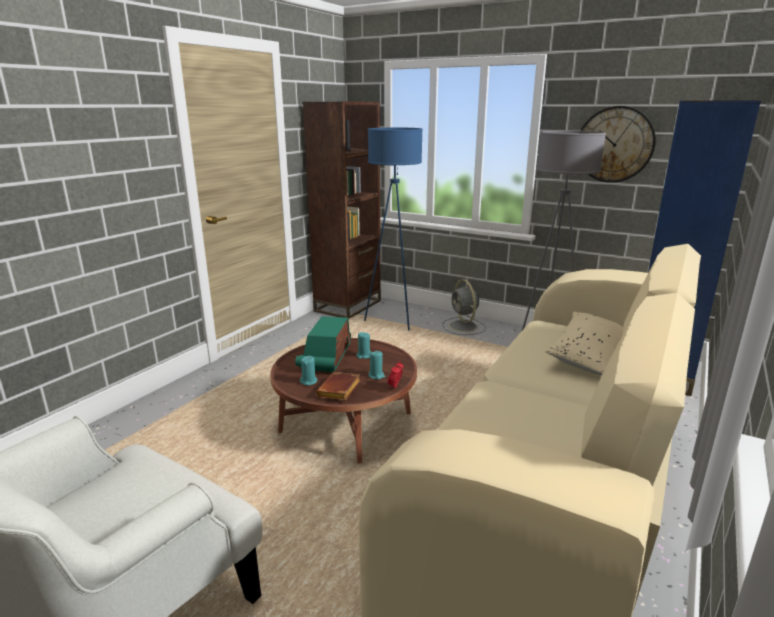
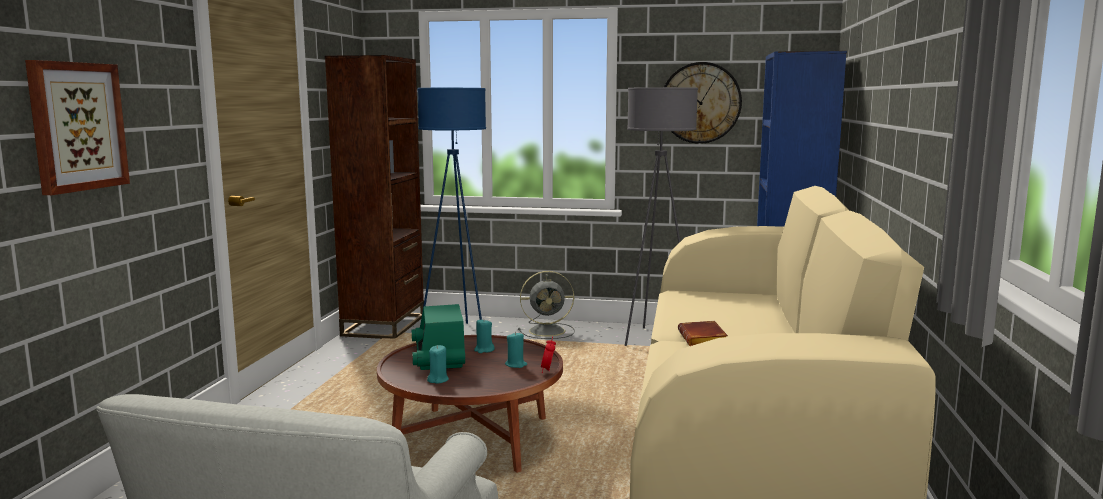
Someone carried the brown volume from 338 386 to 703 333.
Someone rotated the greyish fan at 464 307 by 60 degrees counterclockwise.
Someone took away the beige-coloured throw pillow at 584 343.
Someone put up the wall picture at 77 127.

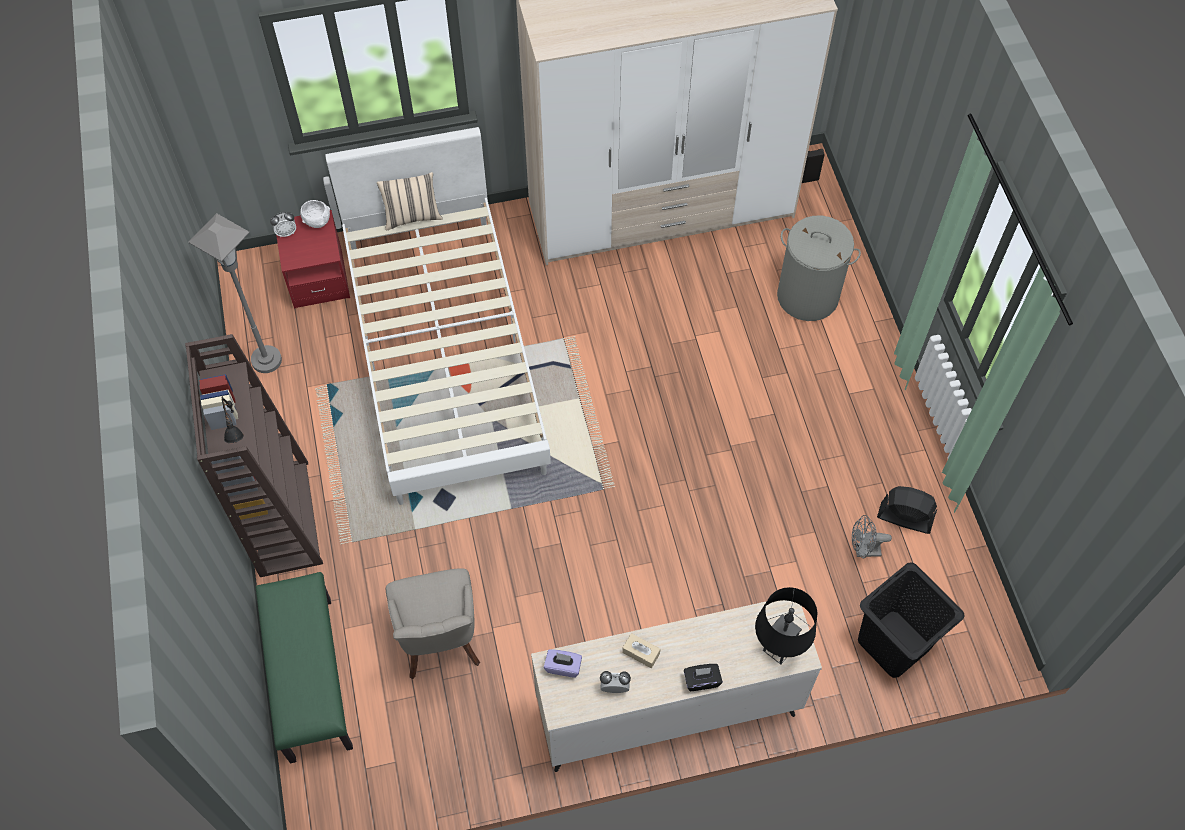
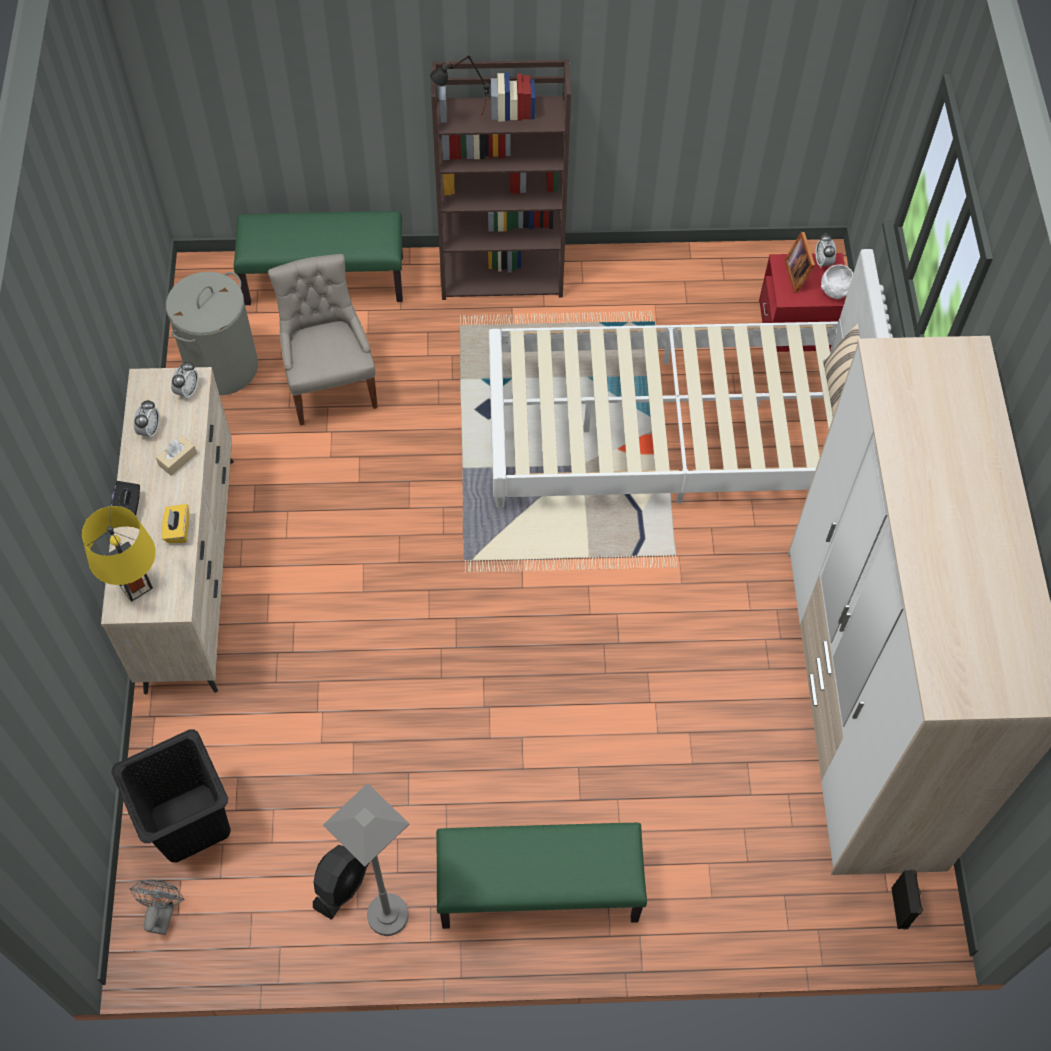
Someone carried the greyish standard lamp from 235 293 to 366 859.
Someone rotated the greyish upright chair at 433 623 by 75 degrees clockwise.
Someone swapped the purple-coloured tissue holder at 563 663 for the bedside clock at 185 380.
Someone repainted the black-coloured lamp for a table at 786 625, which became the yellow-coloured lamp for a table at 119 554.
Someone carried the greyish laundry basket from 819 268 to 212 333.
Someone carried the greyish fan from 872 536 to 156 907.
Someone put down the yellow-coloured tissue holder at 175 523.
Someone put down the greenish indoor bench at 541 876.
Someone put down the photo frame at 799 262.

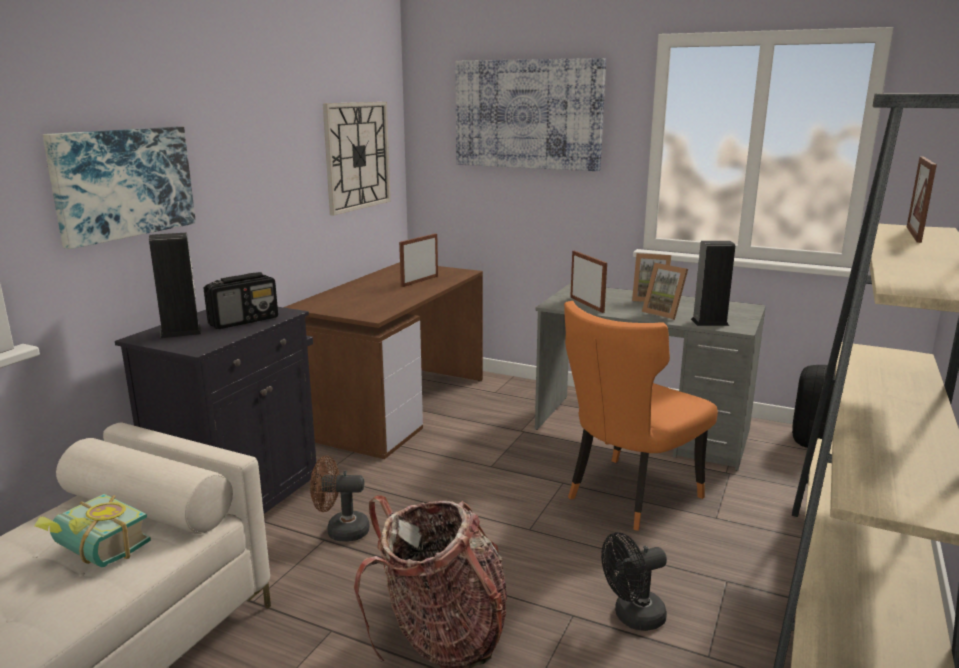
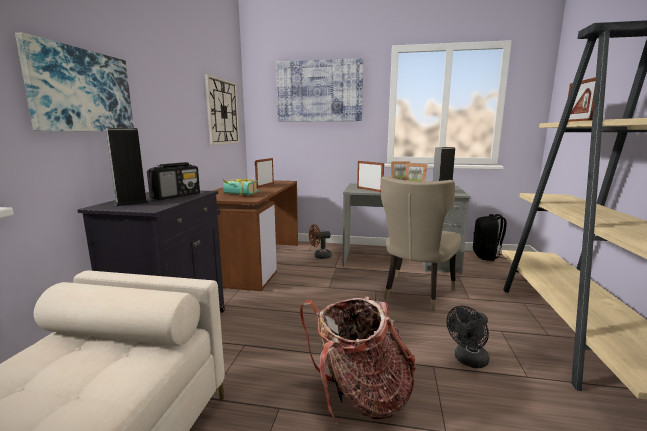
Someone carried the volume from 93 530 to 240 186.
Someone carried the brown fan from 339 498 to 320 241.
Someone repainted the orange upright chair at 641 416, which became the beige-coloured upright chair at 421 243.

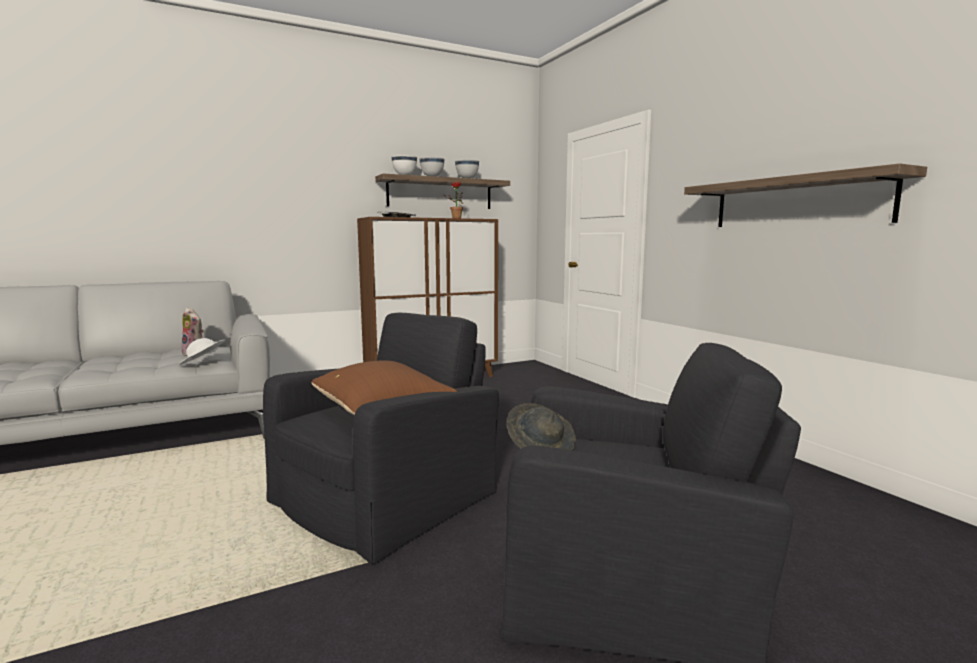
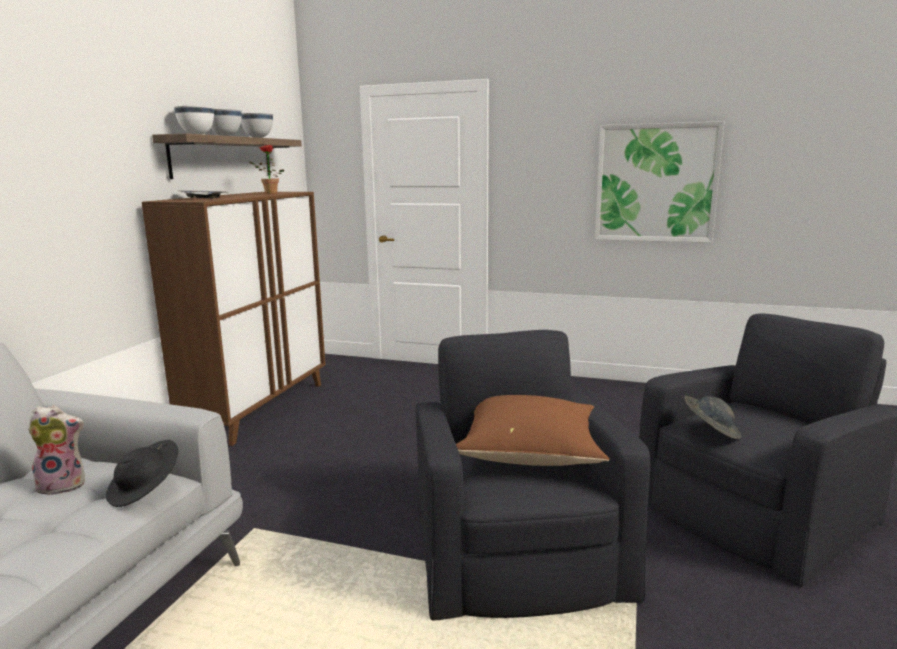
Someone repainted the white-coloured wearable hat at 202 351, which became the black-coloured wearable hat at 142 473.
Someone swapped the shelf at 805 195 for the wall picture at 659 182.

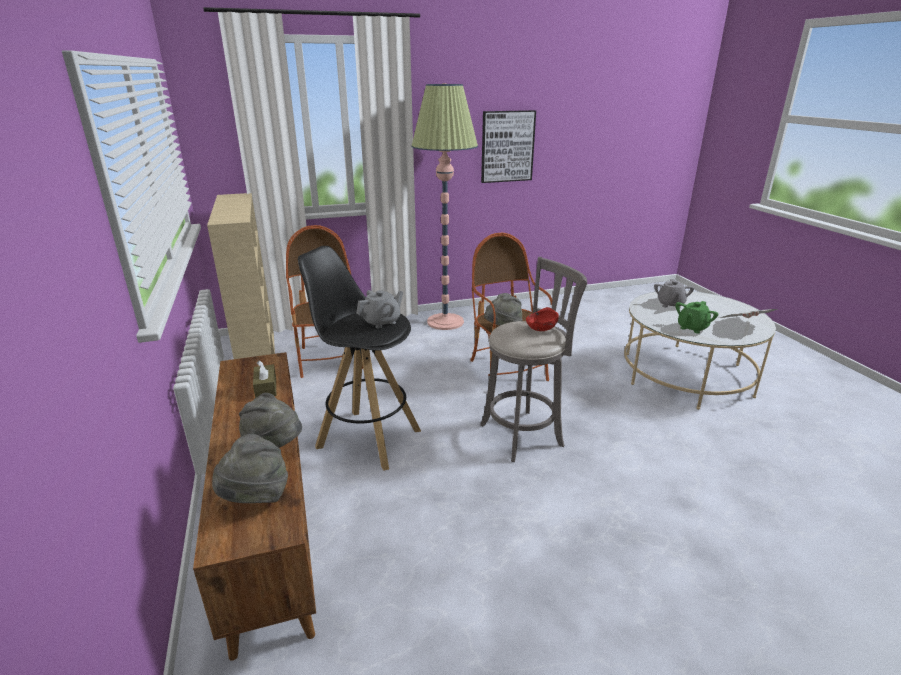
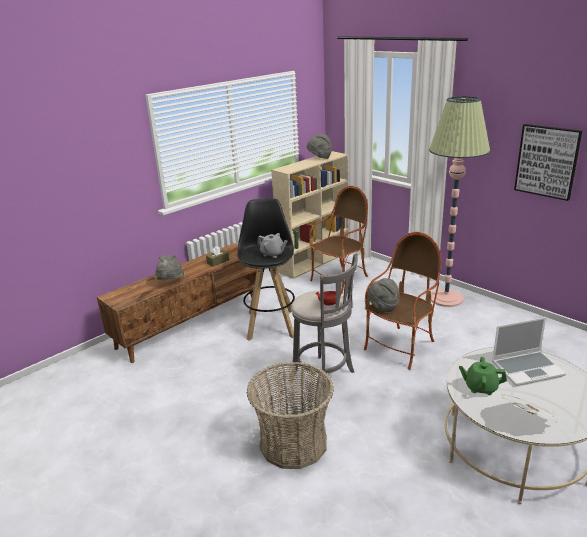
Someone carried the greyish wearable hat from 250 468 to 319 146.
Someone swapped the greyish teapot at 674 293 for the laptop at 529 351.
Someone put down the storage basket at 290 415.

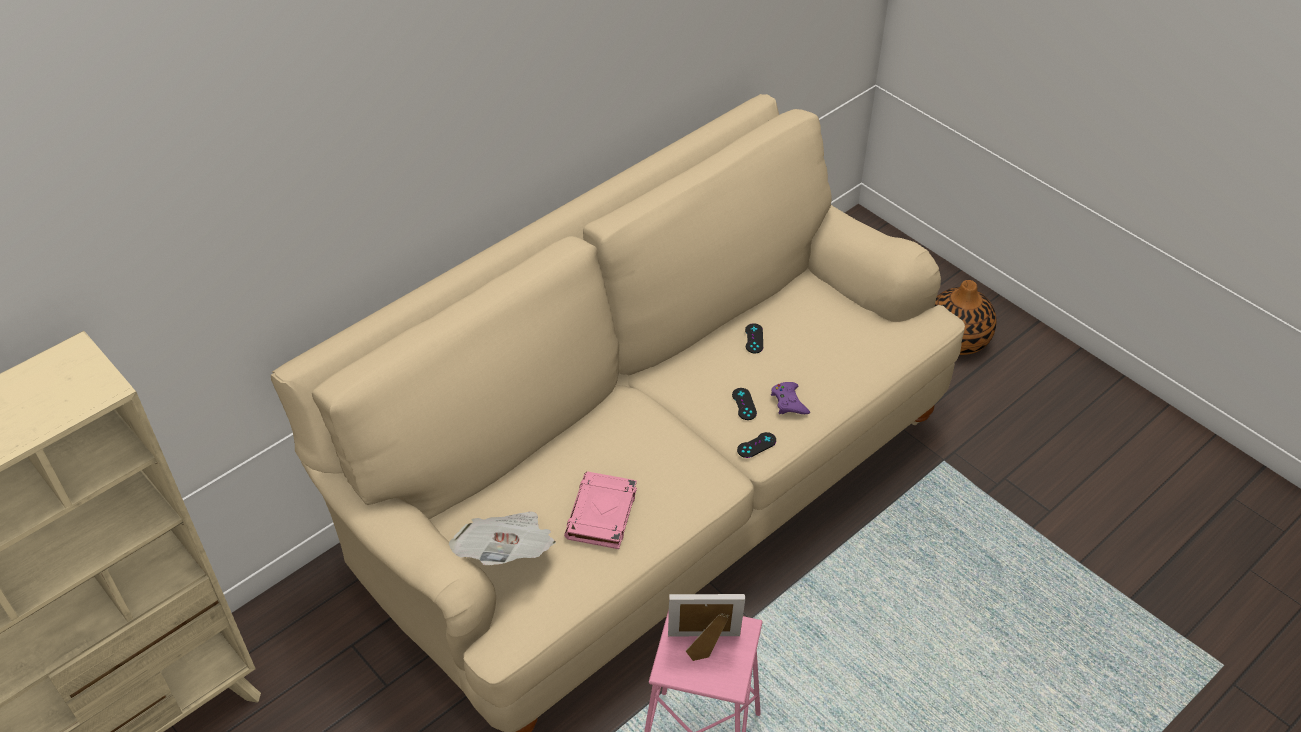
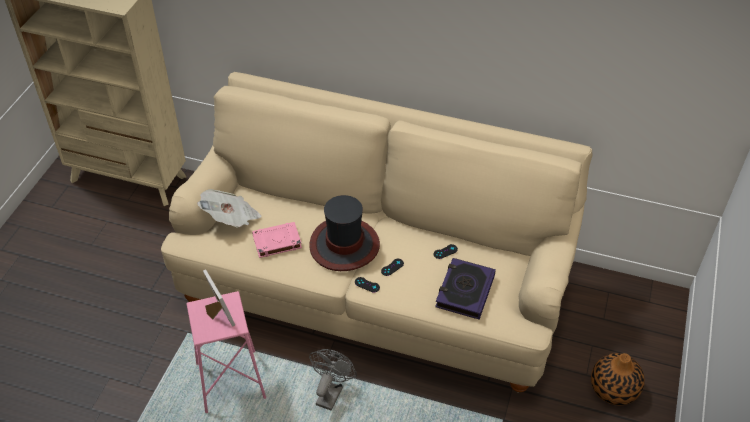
Someone took away the purple-coloured game controller at 790 398.
Someone put down the wearable hat at 344 233.
Someone put down the greyish fan at 333 380.
Someone put down the volume at 465 289.

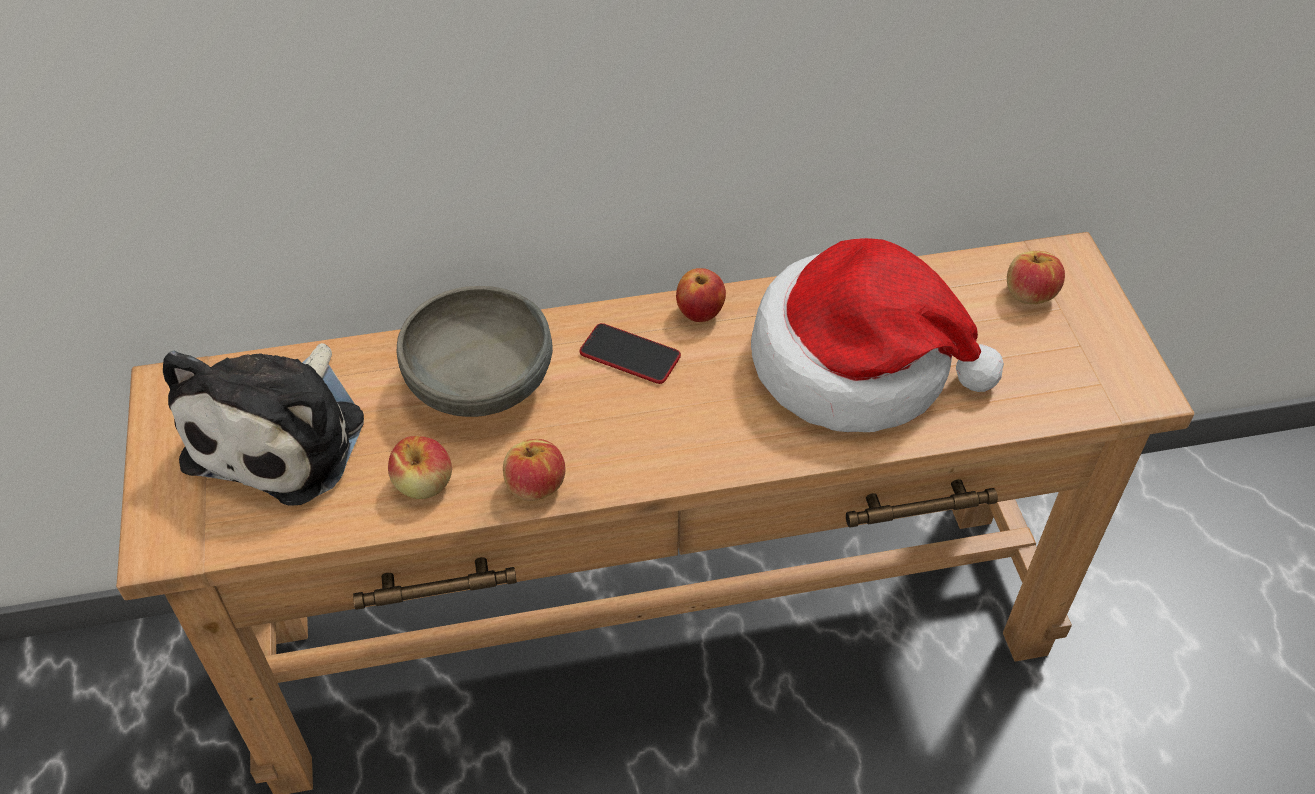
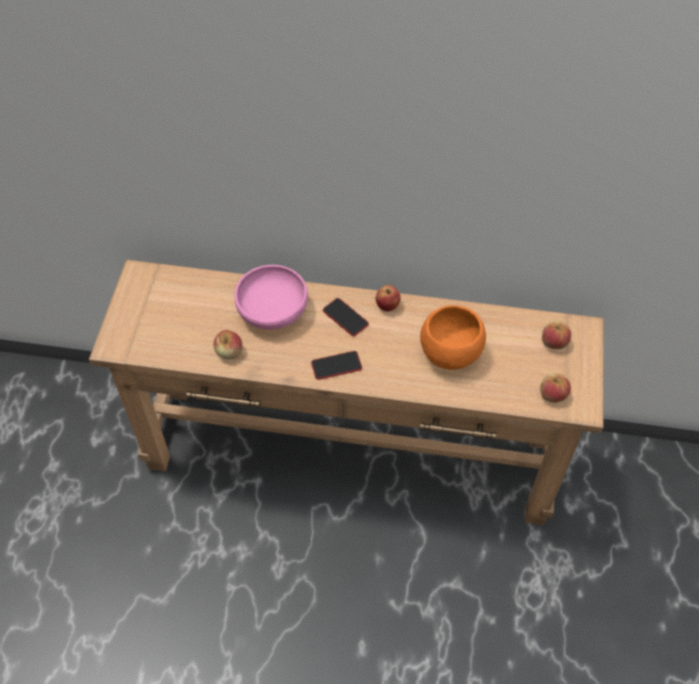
Someone took away the plush toy at 263 424.
Someone repainted the greyish bowl at 474 351, which became the pink-coloured bowl at 271 297.
Someone carried the whole apple from 534 470 to 555 388.
Someone swapped the wearable hat at 877 335 for the orange bowl at 453 337.
Someone put down the phone at 336 365.

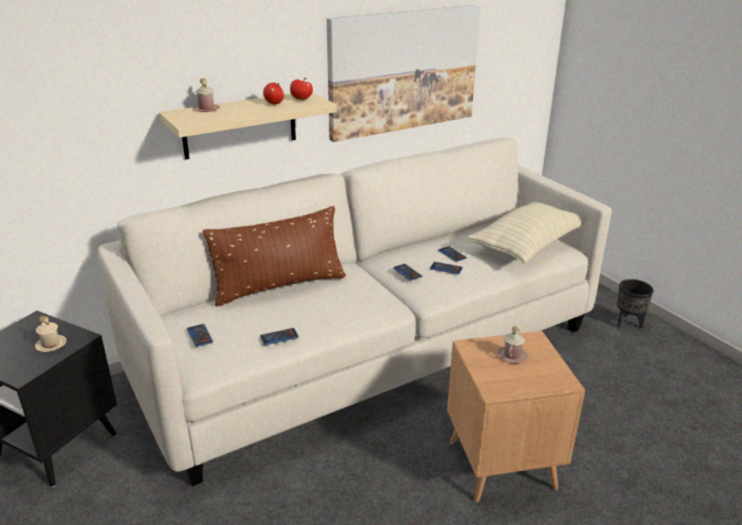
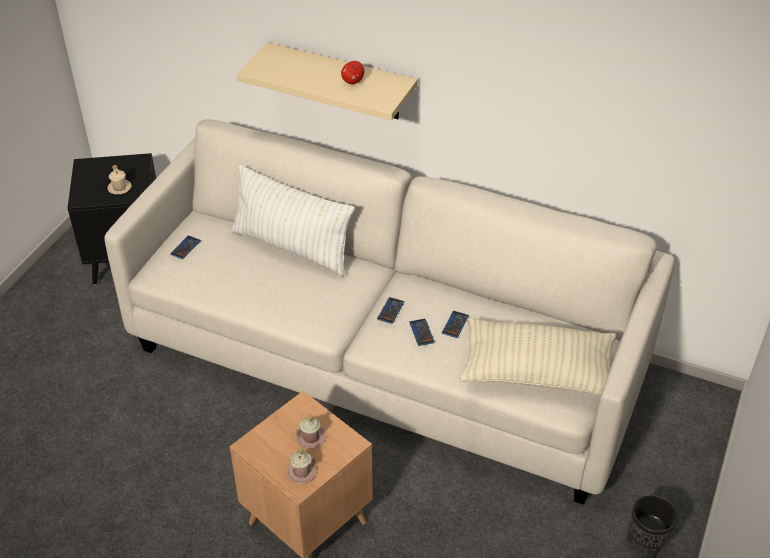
Someone carried the pink-coloured mug from 206 95 to 301 465.
Someone repainted the brown throw pillow at 274 256, which became the white-coloured throw pillow at 293 221.
Someone took away the phone at 279 336.
Someone took away the whole apple at 301 89.
Someone took away the wall picture at 404 73.

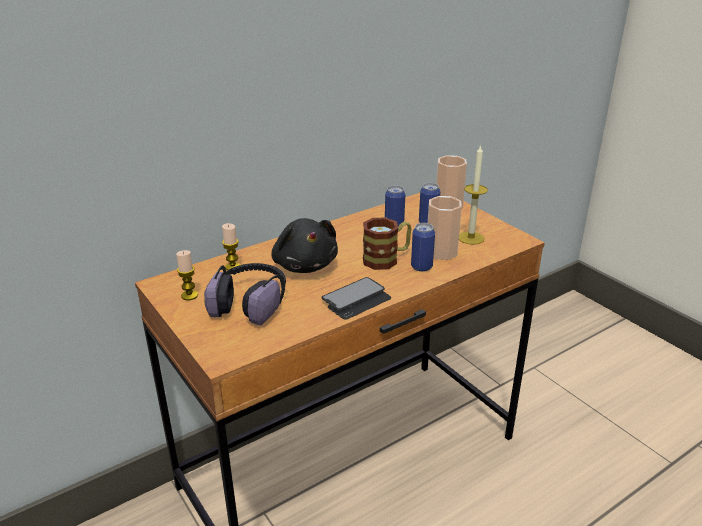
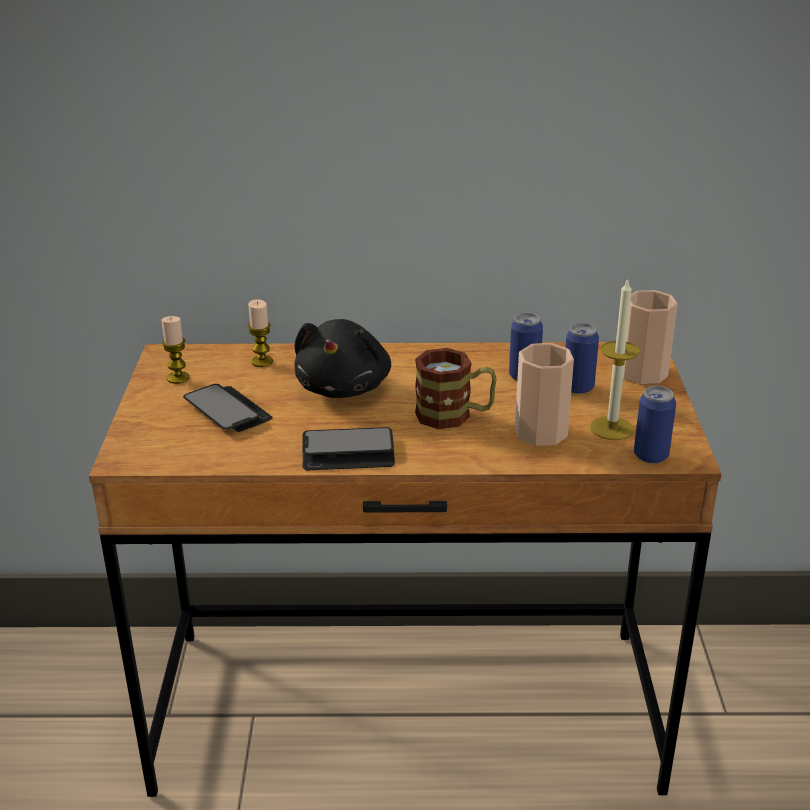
Someone swapped the pair of headphones at 245 294 for the phone at 228 408.
Someone carried the metal can from 423 247 to 655 425.

